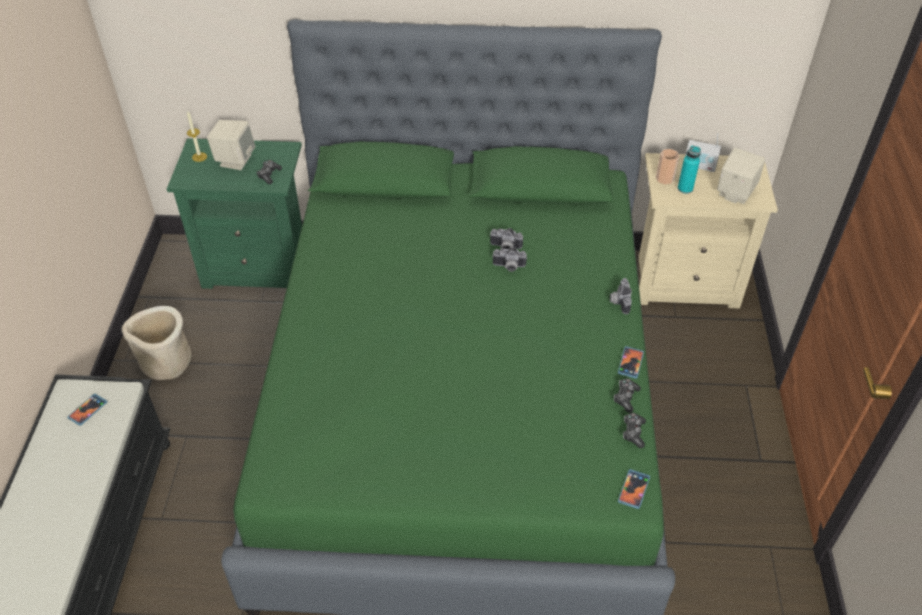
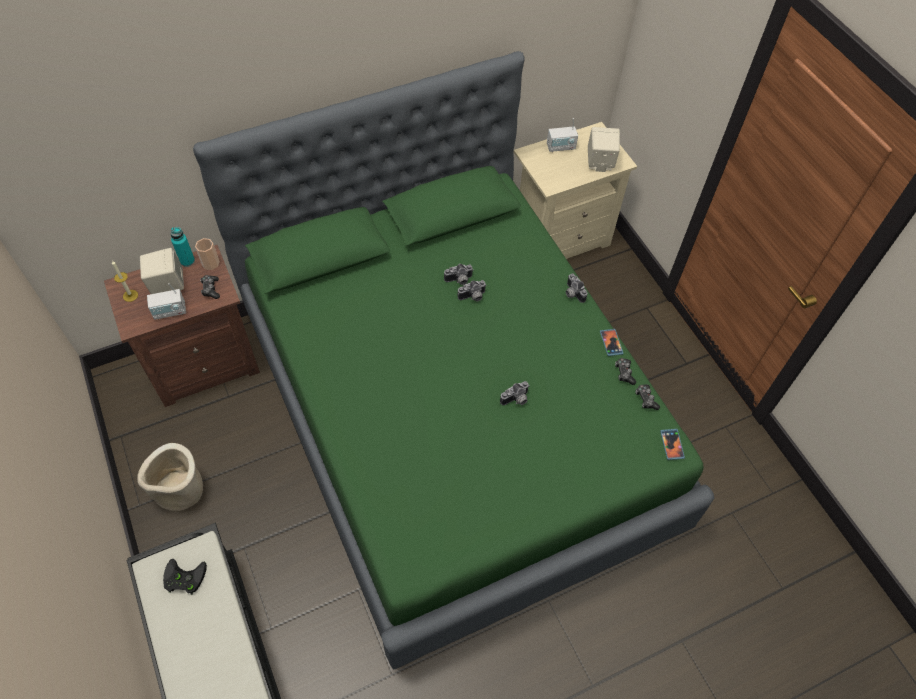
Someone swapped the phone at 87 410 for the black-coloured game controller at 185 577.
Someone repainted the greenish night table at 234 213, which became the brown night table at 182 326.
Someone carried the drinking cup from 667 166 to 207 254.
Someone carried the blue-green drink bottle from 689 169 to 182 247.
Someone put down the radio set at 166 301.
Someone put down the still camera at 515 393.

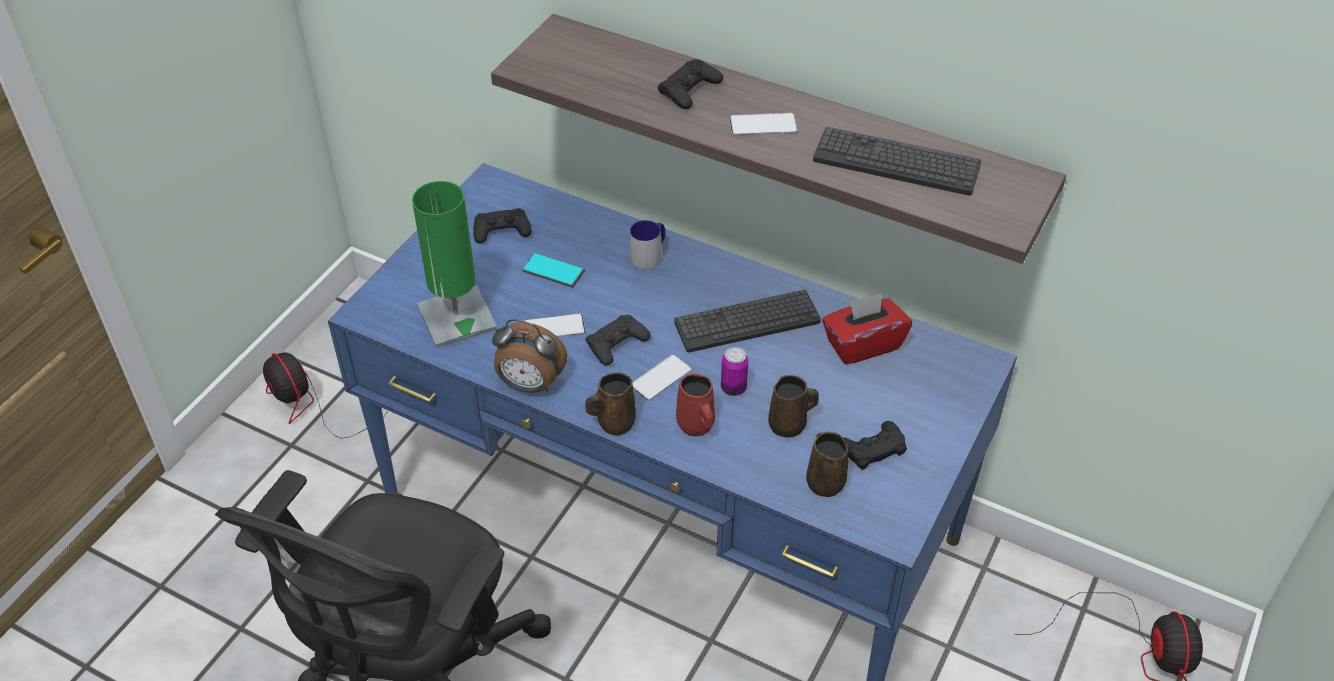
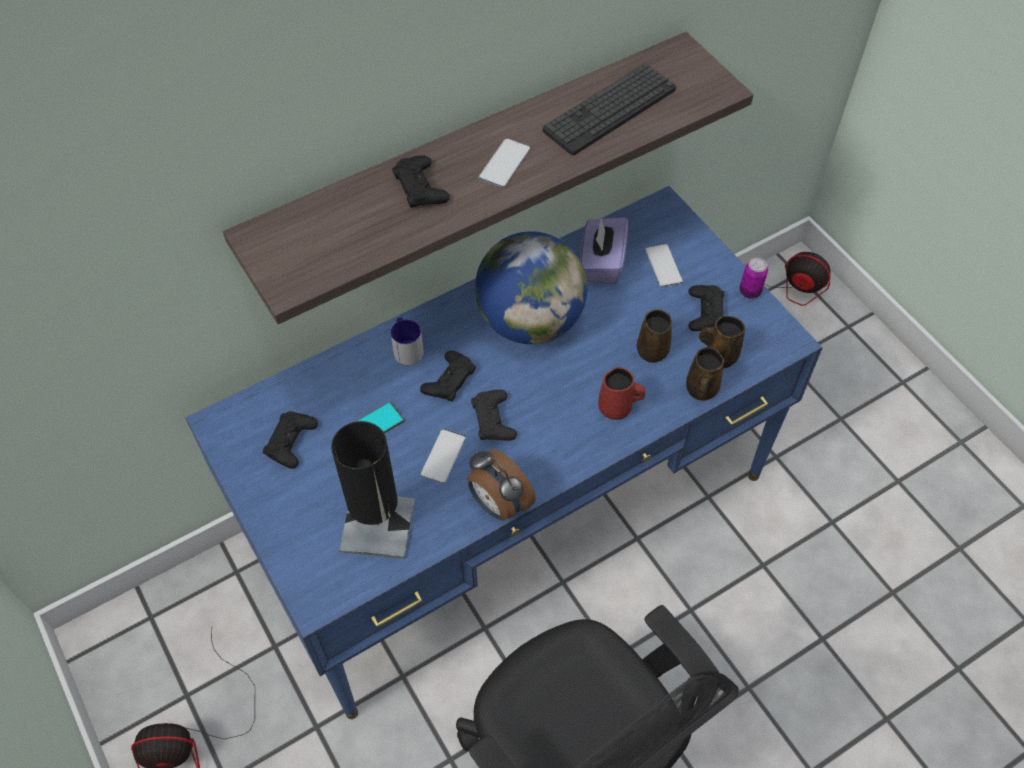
Someone repainted the greenish lamp for a table at 454 264, which became the black-coloured lamp for a table at 373 490.
Someone rotated the bedside clock at 530 356 by 90 degrees clockwise.
Someone carried the brown mug from 611 404 to 705 373.
Someone carried the phone from 662 377 to 664 265.
Someone swapped the computer keyboard at 747 321 for the globe at 531 287.
Someone carried the metal can from 735 371 to 754 278.
Someone repainted the reddish tissue holder at 867 329, which became the purple-coloured tissue holder at 604 251.
Someone put down the black-coloured game controller at 448 375.

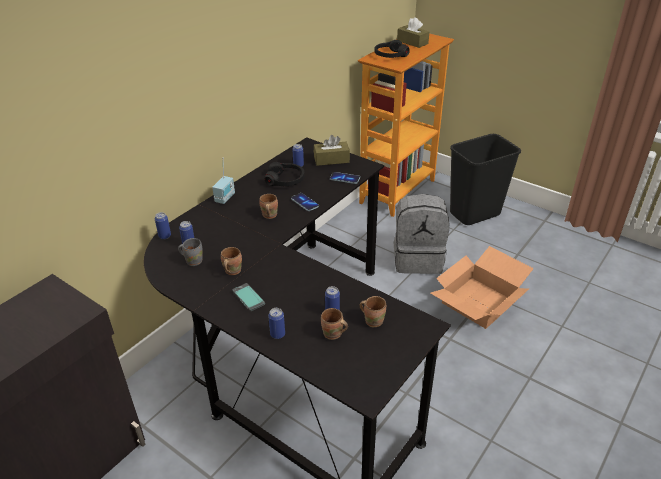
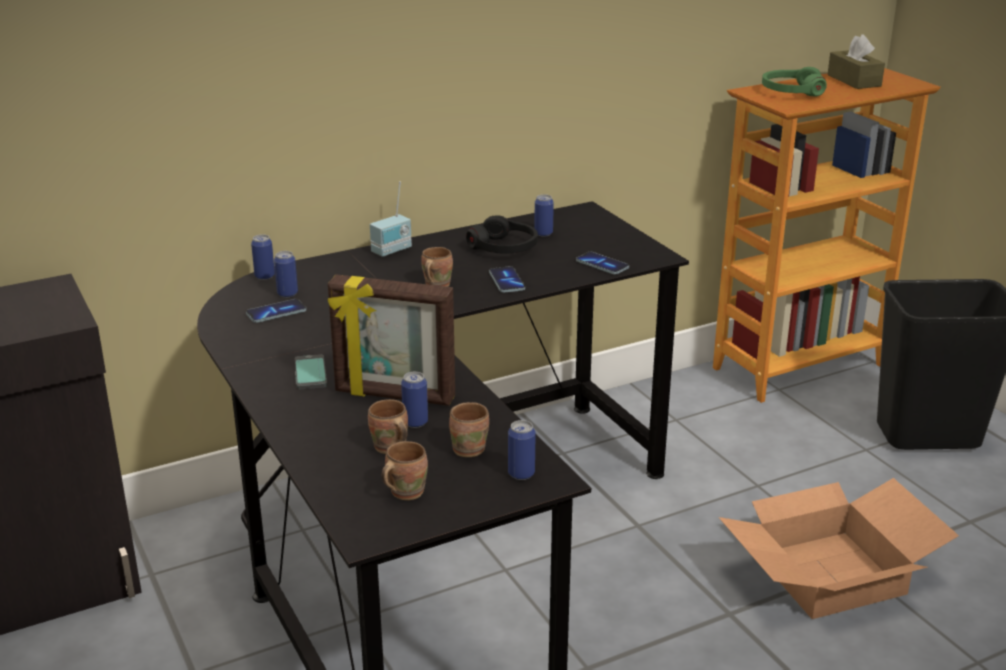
Someone swapped the greyish mug at 190 252 for the phone at 276 311.
Someone carried the brown mug from 231 261 to 405 470.
Someone carried the metal can from 276 323 to 522 450.
Someone took away the brown tissue holder at 332 150.
Someone repainted the black-coloured pair of headphones at 392 49, which became the greenish pair of headphones at 794 81.
Someone took away the greyish backpack at 422 234.
Someone put down the photo frame at 391 340.

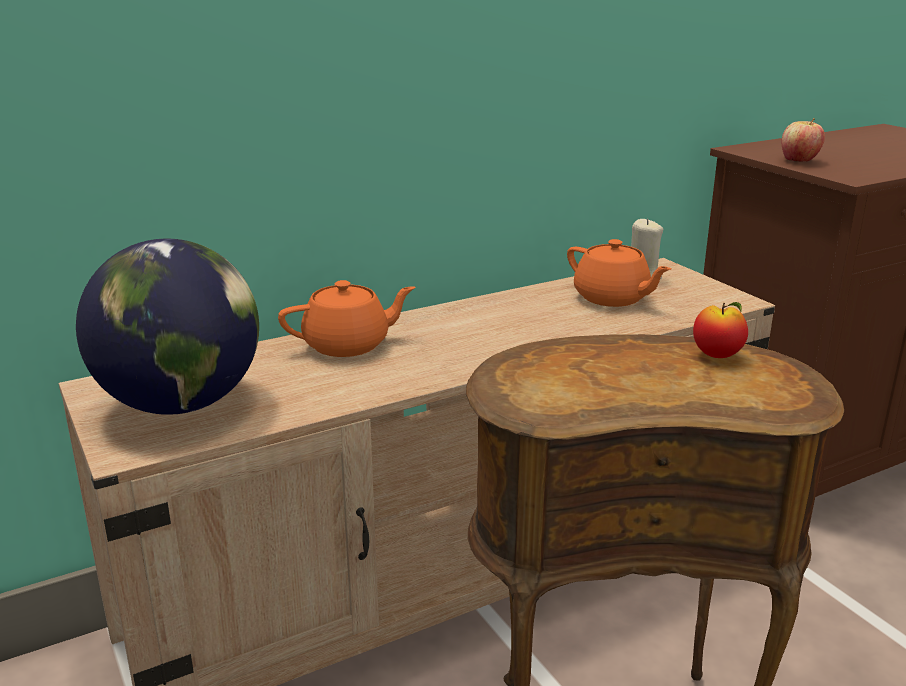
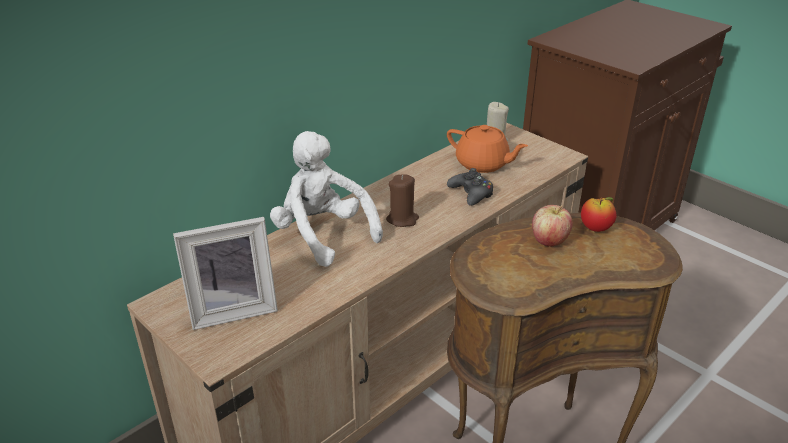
Someone swapped the globe at 167 327 for the photo frame at 225 273.
Someone swapped the orange teapot at 346 318 for the white-coloured plush toy at 326 199.
Someone carried the whole apple from 803 140 to 552 225.
Someone put down the brown wax candle at 402 200.
Someone put down the black-coloured game controller at 470 187.

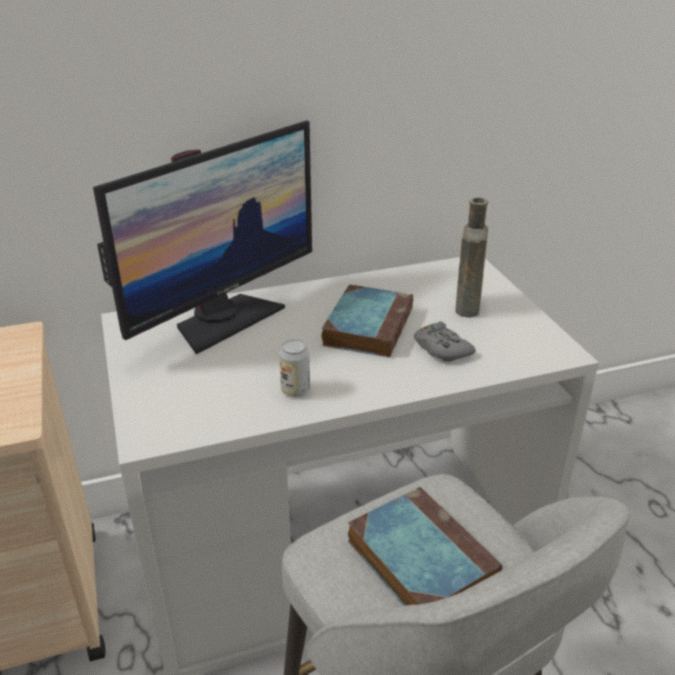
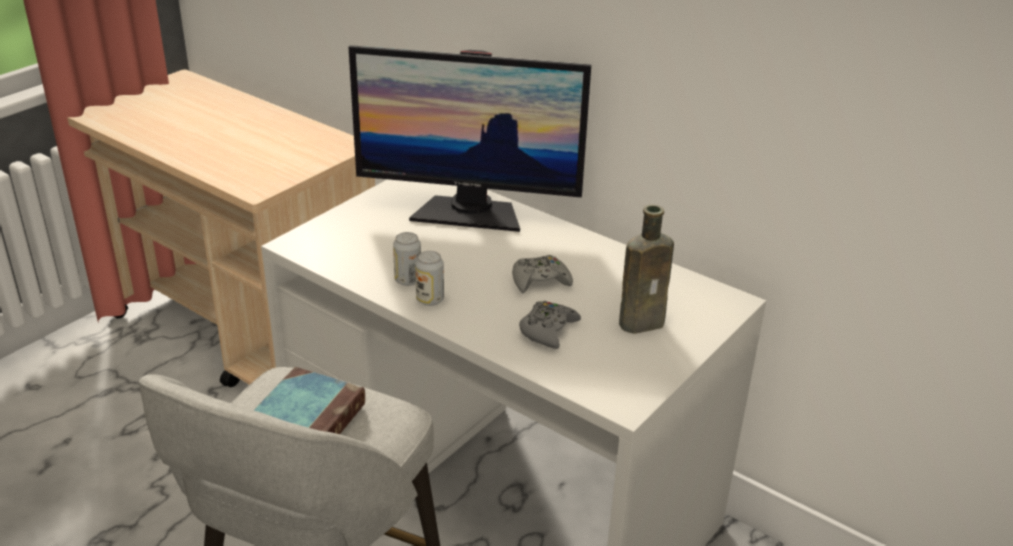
Someone swapped the volume at 367 321 for the greyish game controller at 542 274.
Someone put down the metal can at 429 278.

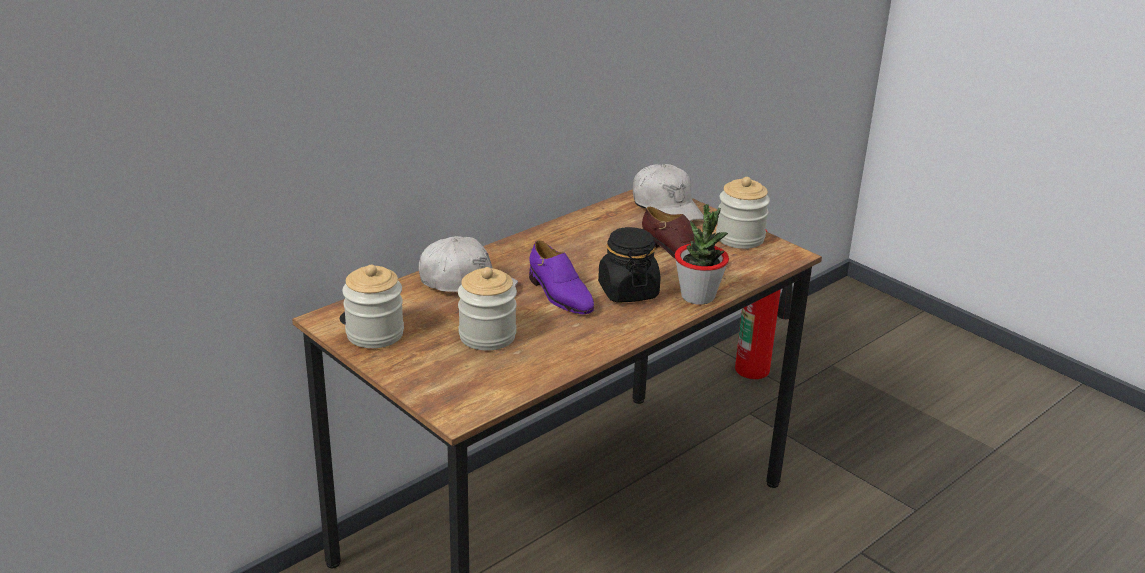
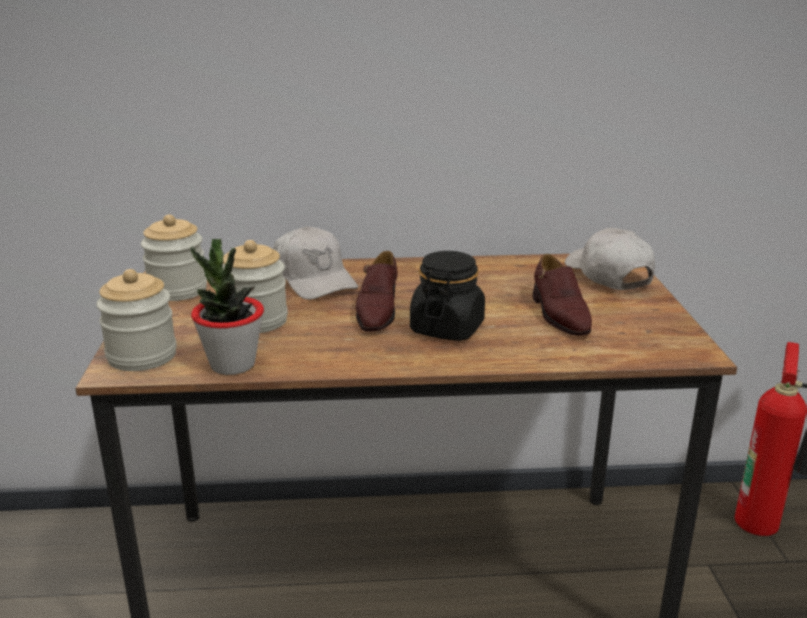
Someone repainted the purple-coloured item of footwear at 561 277, which became the brown item of footwear at 377 291.
Someone rotated the white-coloured cap at 668 192 by 150 degrees clockwise.
Someone carried the houseplant from 702 254 to 227 307.
Someone carried the preserve jar from 743 213 to 136 320.

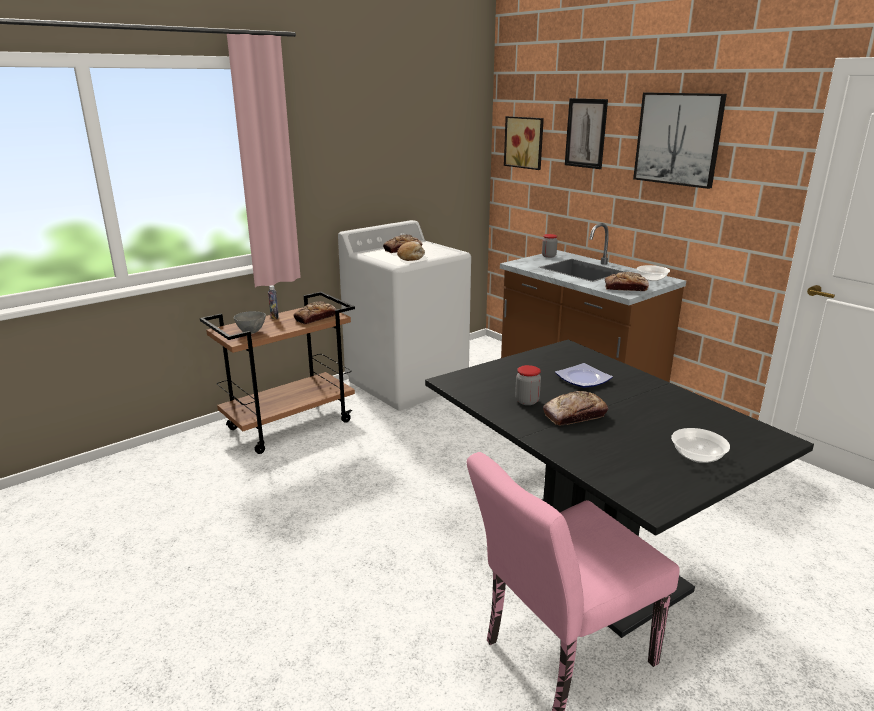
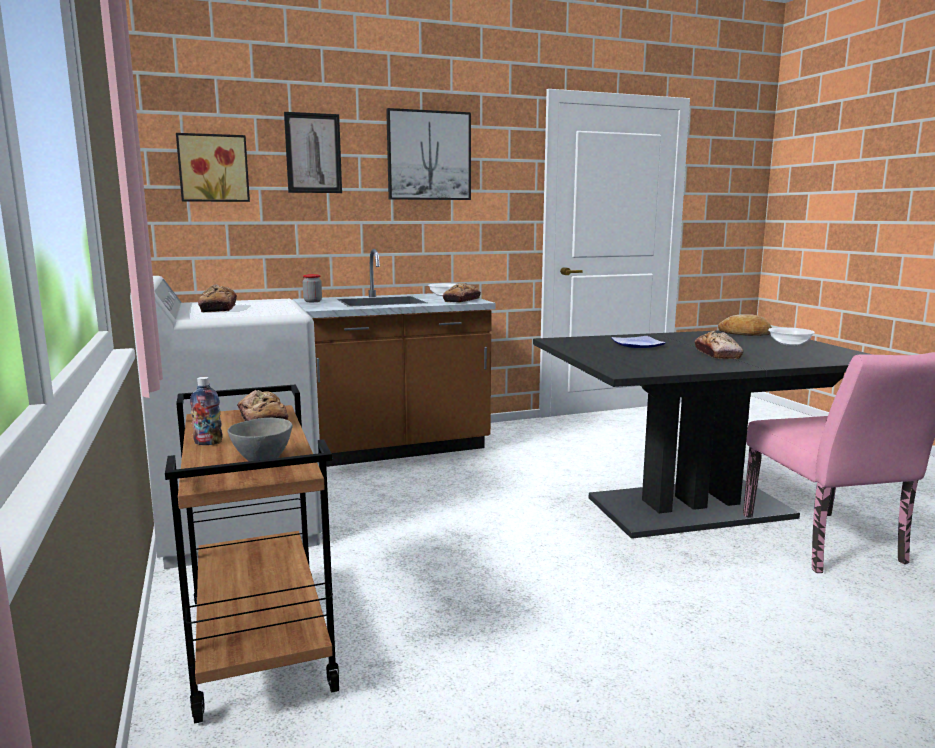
Someone carried the bakery bread from 411 251 to 745 325.
Someone took away the preserve jar at 528 385.

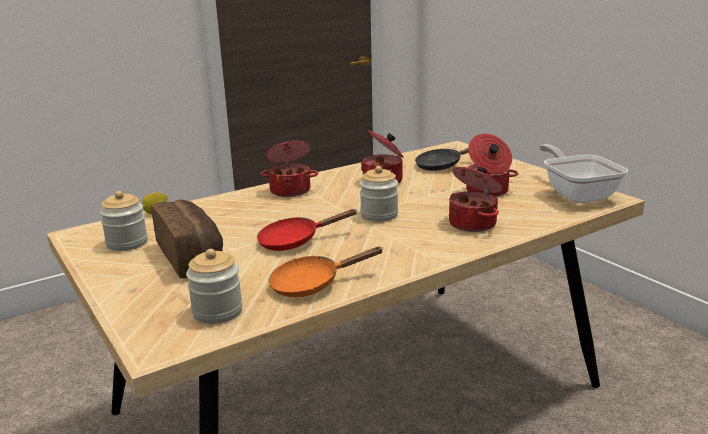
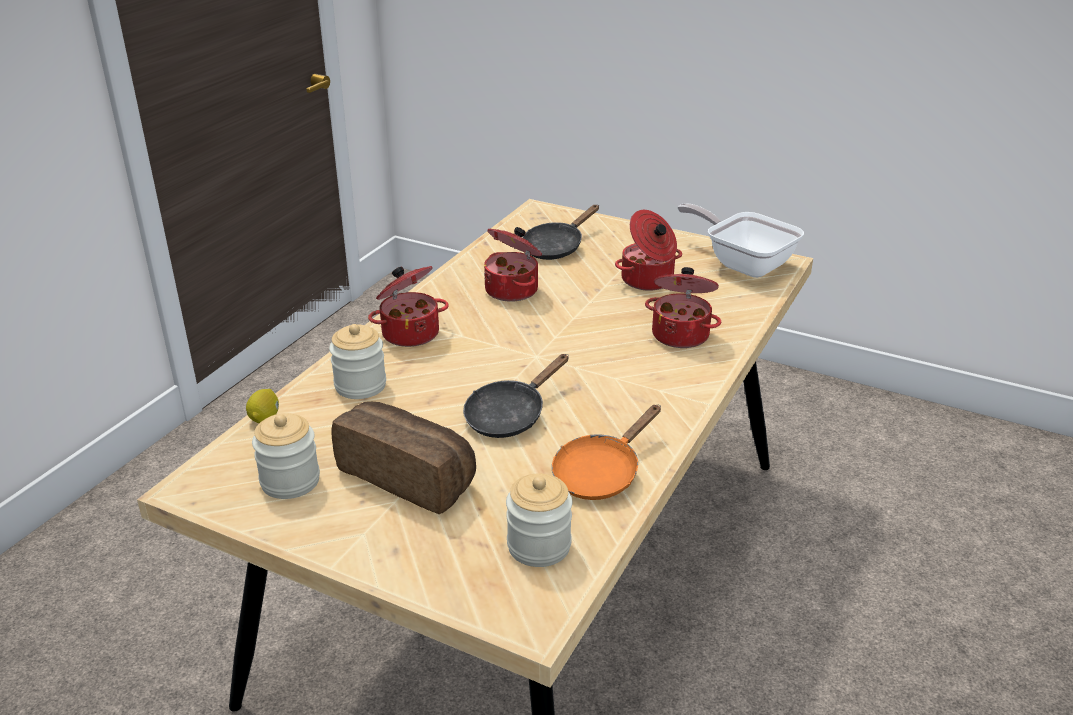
Someone repainted the reddish frying pan at 307 230, which became the black-coloured frying pan at 516 396.
Someone carried the preserve jar from 379 194 to 357 361.

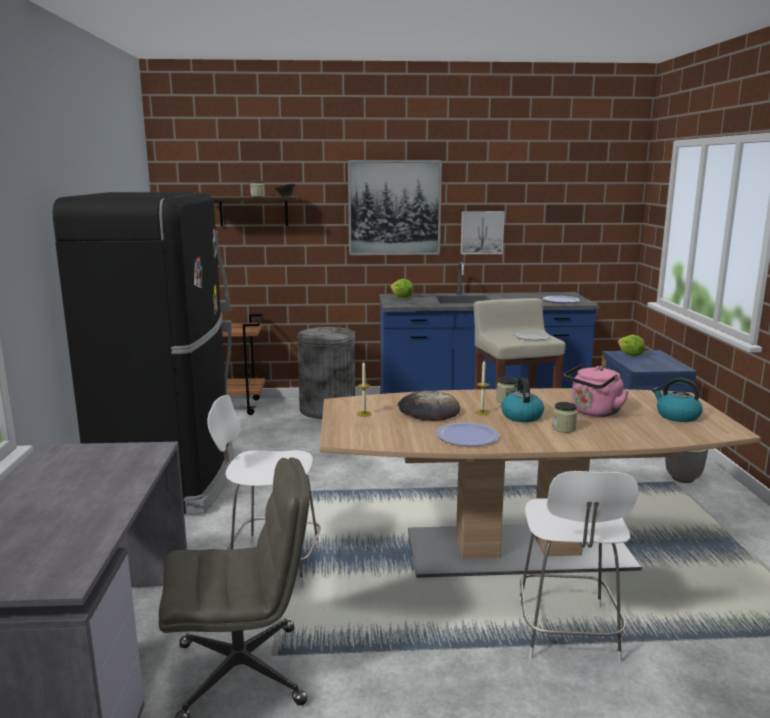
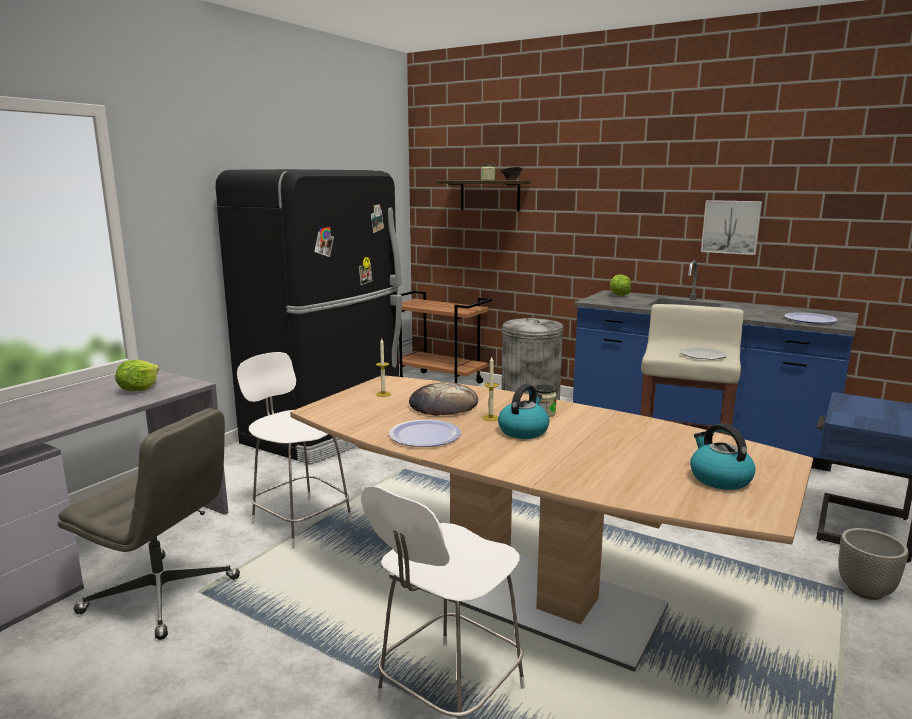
Someone took away the wall picture at 395 207.
Someone took away the preserve jar at 564 417.
Someone took away the pink-coloured tea kettle at 596 391.
Someone carried the lettuce from 631 345 to 137 375.

